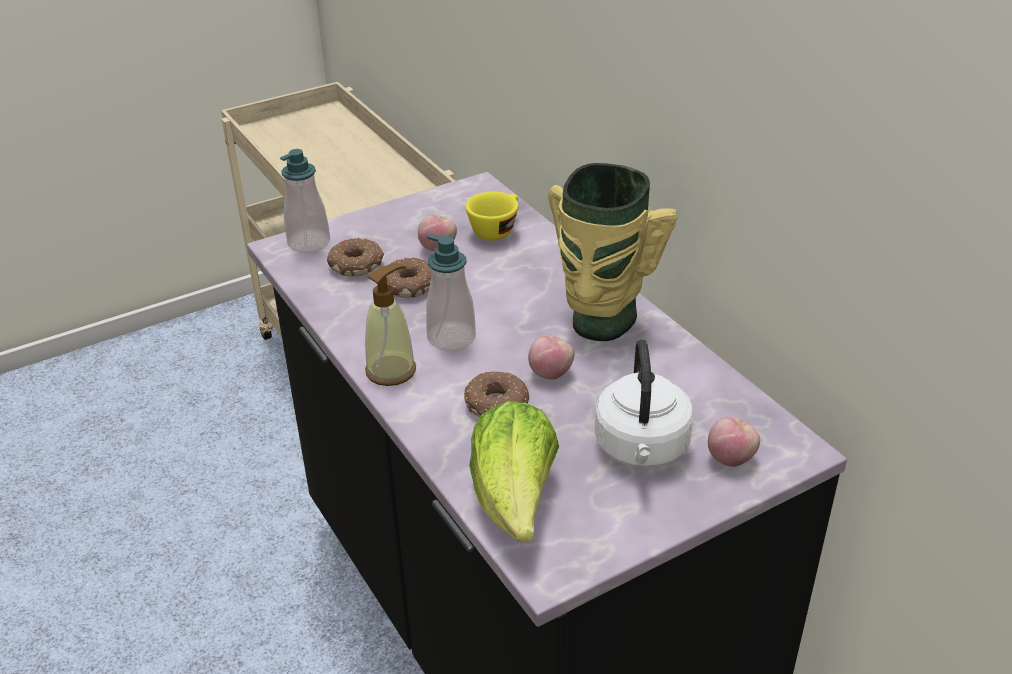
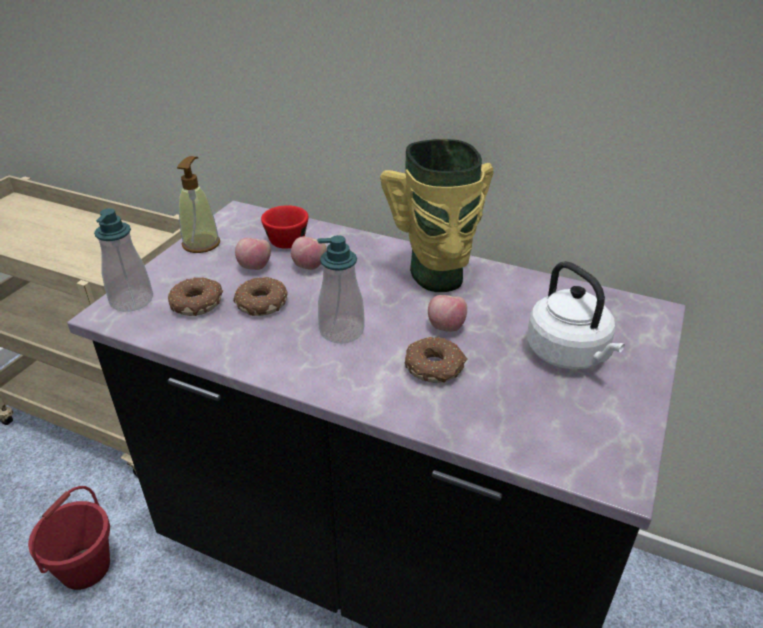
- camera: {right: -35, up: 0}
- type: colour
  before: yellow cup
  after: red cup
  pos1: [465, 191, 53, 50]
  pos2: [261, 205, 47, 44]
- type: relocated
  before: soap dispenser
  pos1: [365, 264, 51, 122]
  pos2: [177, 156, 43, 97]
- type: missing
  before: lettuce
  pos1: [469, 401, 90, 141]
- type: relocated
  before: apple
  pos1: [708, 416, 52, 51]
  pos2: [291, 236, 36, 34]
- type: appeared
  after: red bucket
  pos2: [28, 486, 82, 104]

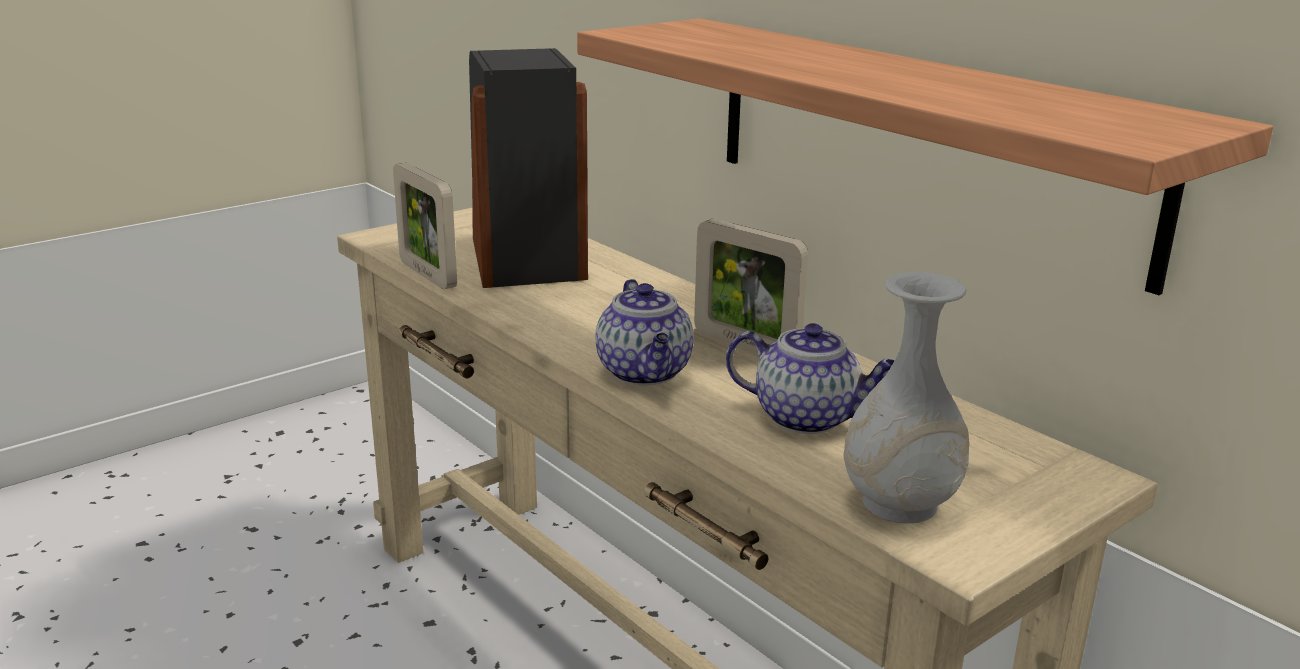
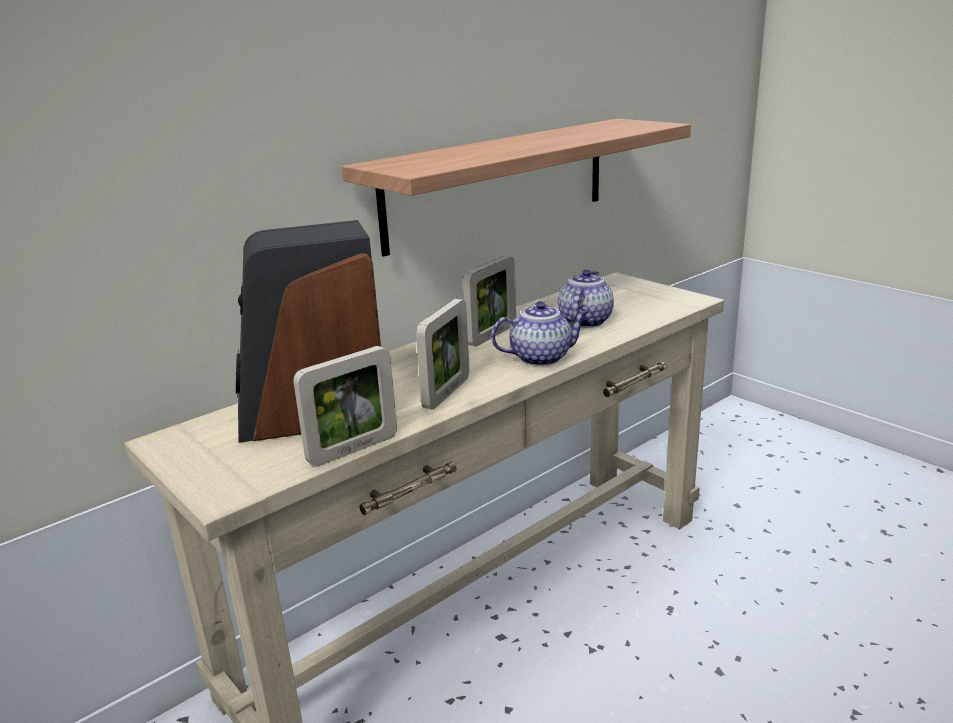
- camera: {right: -90, up: 0}
- type: missing
  before: white vase
  pos1: [843, 272, 126, 252]
- type: appeared
  after: picture frame
  pos2: [416, 299, 53, 111]

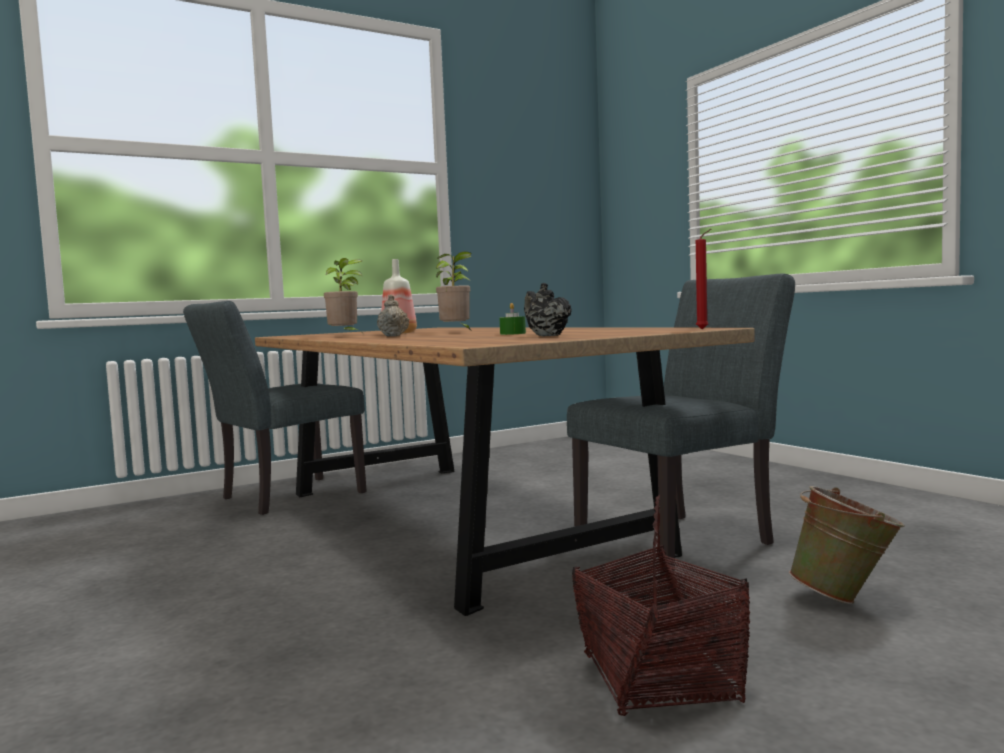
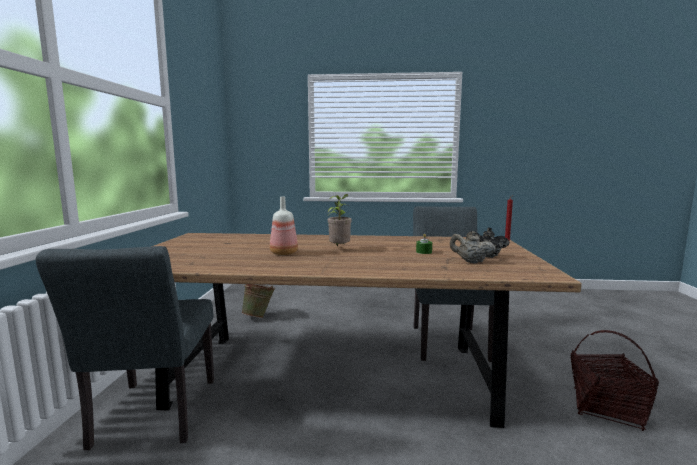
- camera: {right: -55, up: 5}
- type: missing
  before: potted plant
  pos1: [324, 258, 39, 73]
- type: relocated
  before: beige teapot
  pos1: [377, 295, 32, 42]
  pos2: [450, 231, 46, 33]
- type: relocated
  before: green bucket
  pos1: [789, 486, 116, 118]
  pos2: [241, 284, 35, 34]

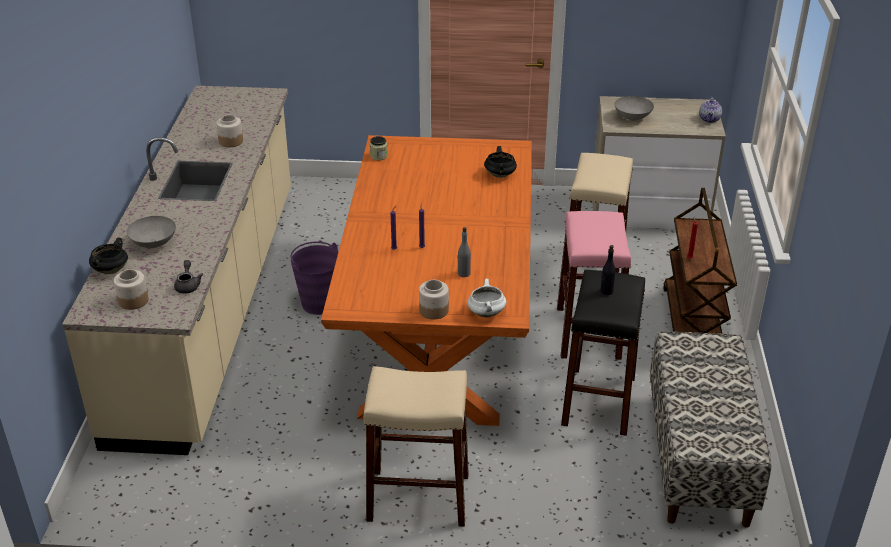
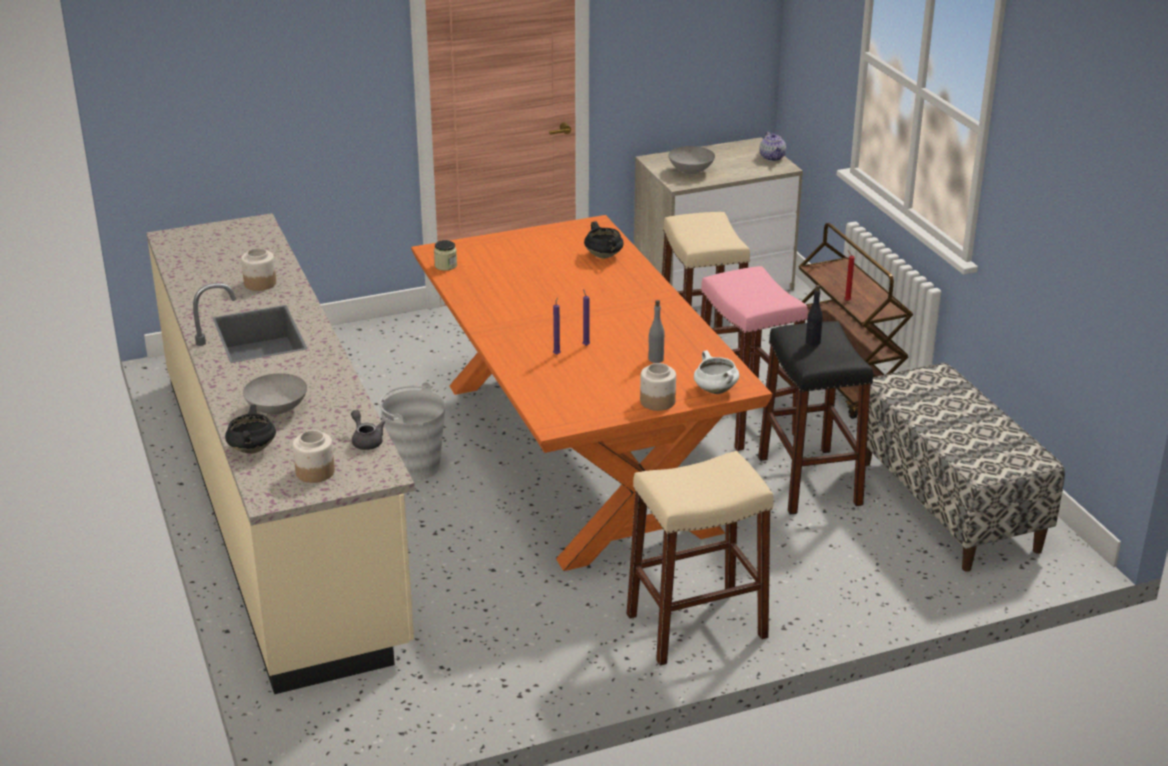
- camera: {right: -25, up: -5}
- type: colour
  before: purple bucket
  after: grey bucket
  pos1: [291, 241, 47, 74]
  pos2: [379, 382, 66, 98]

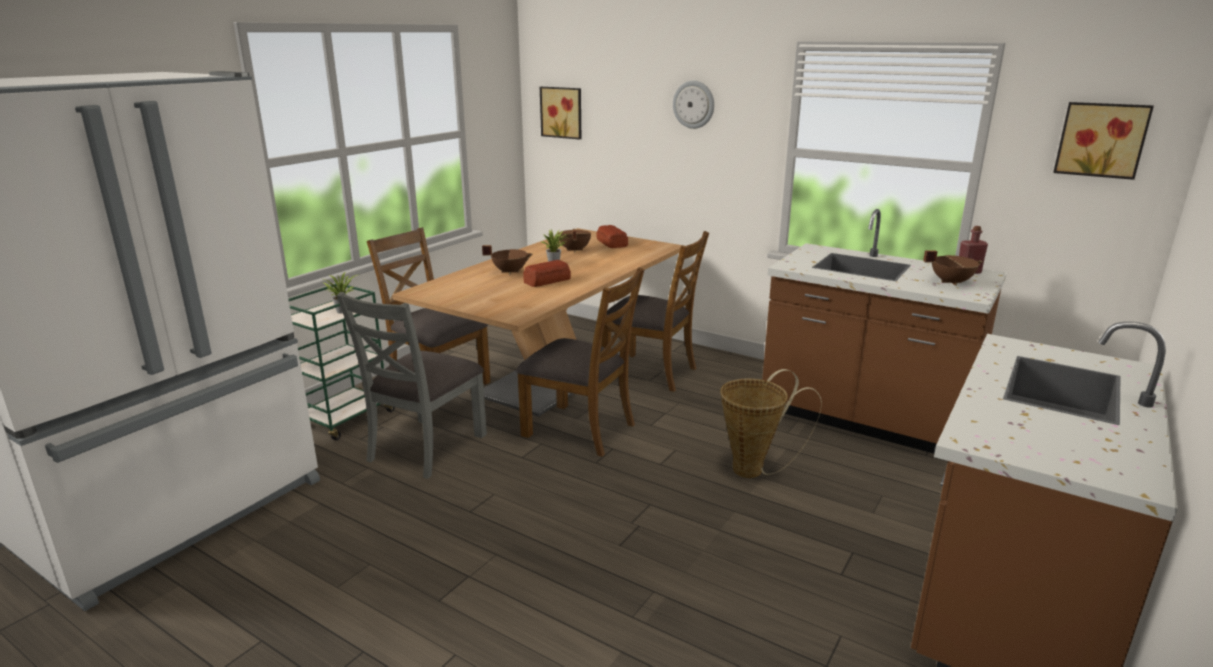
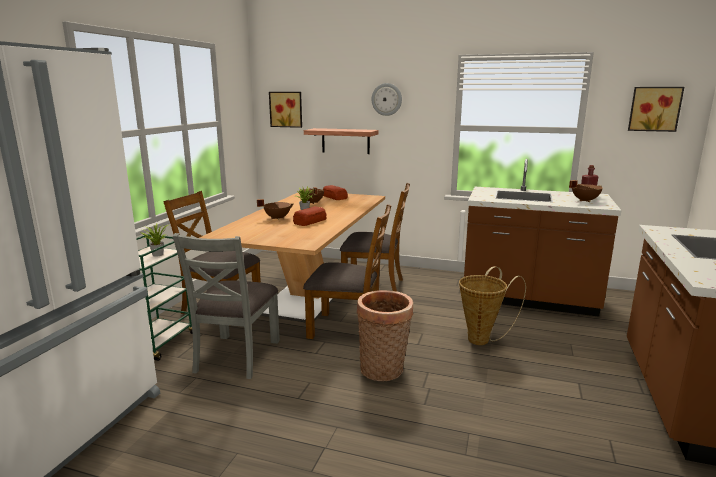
- camera: {right: -15, up: -5}
- type: appeared
  after: shelf
  pos2: [304, 128, 75, 26]
- type: appeared
  after: basket
  pos2: [356, 290, 57, 91]

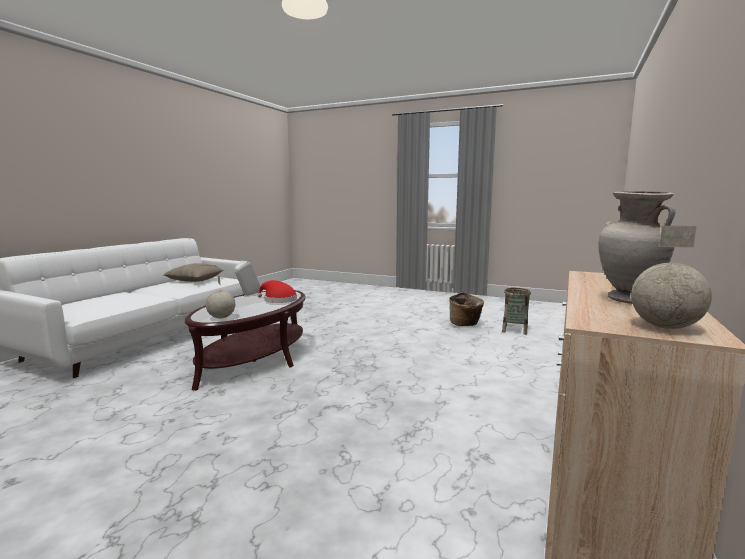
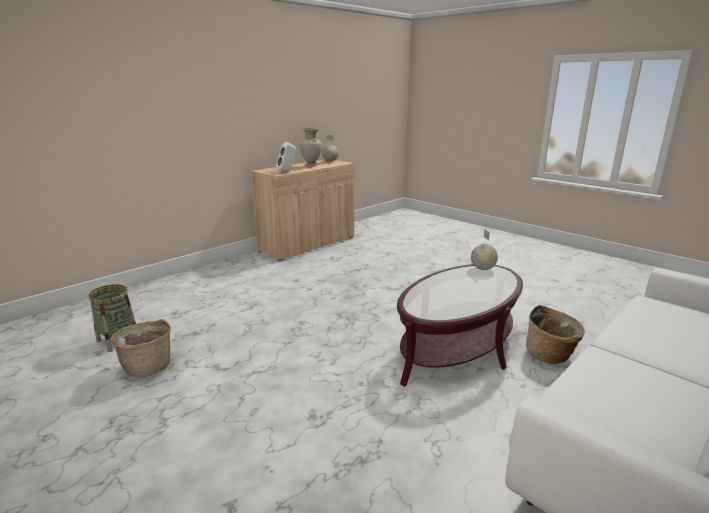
- camera: {right: -160, up: 10}
- type: relocated
  before: white speaker
  pos1: [234, 261, 26, 35]
  pos2: [276, 142, 20, 31]
- type: missing
  before: beige pillow
  pos1: [164, 263, 60, 19]
- type: missing
  before: red hat
  pos1: [257, 280, 40, 23]
- type: appeared
  after: basket
  pos2: [526, 305, 59, 59]

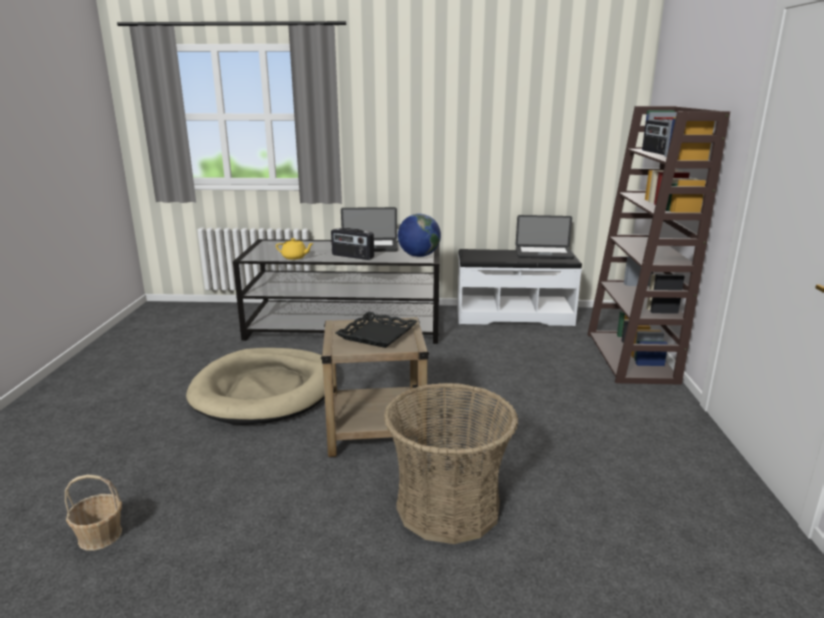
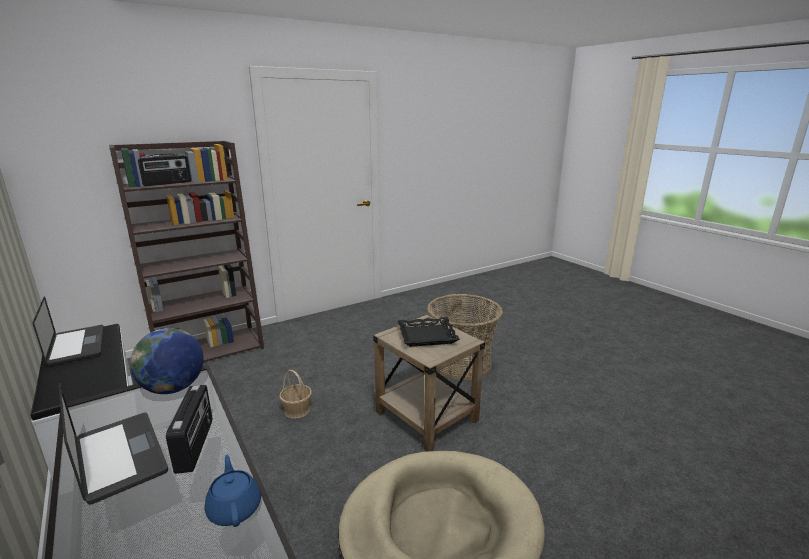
- camera: {right: -125, up: 0}
- type: colour
  before: yellow teapot
  after: blue teapot
  pos1: [276, 238, 38, 22]
  pos2: [204, 455, 57, 72]
- type: relocated
  before: basket
  pos1: [65, 475, 57, 76]
  pos2: [279, 370, 33, 49]

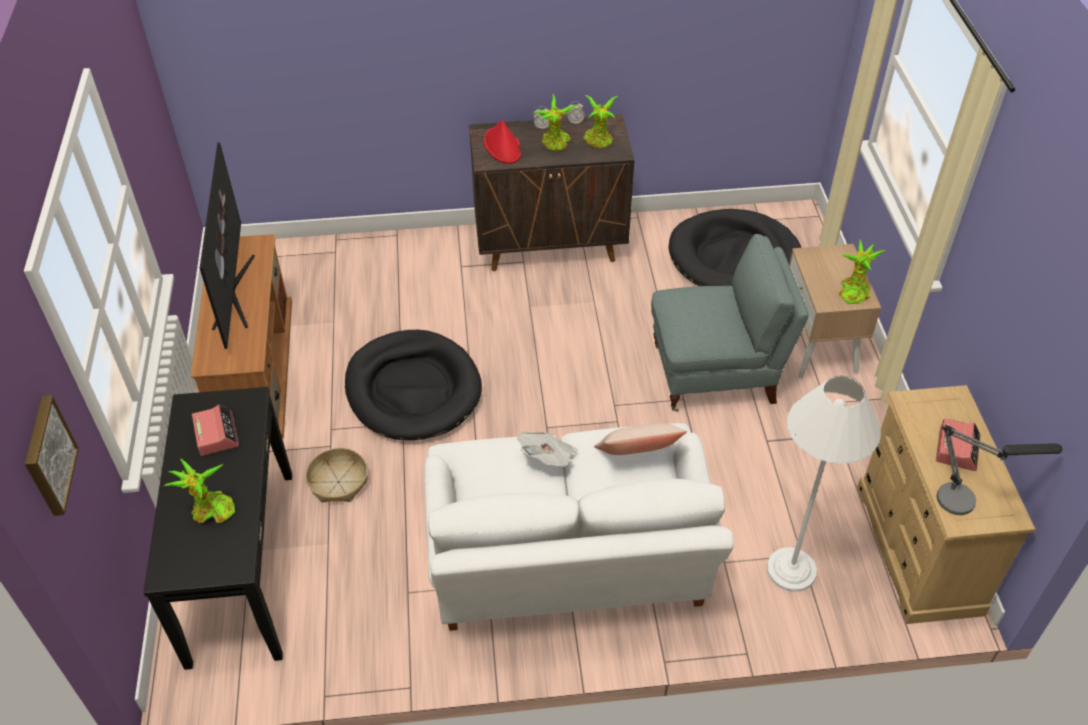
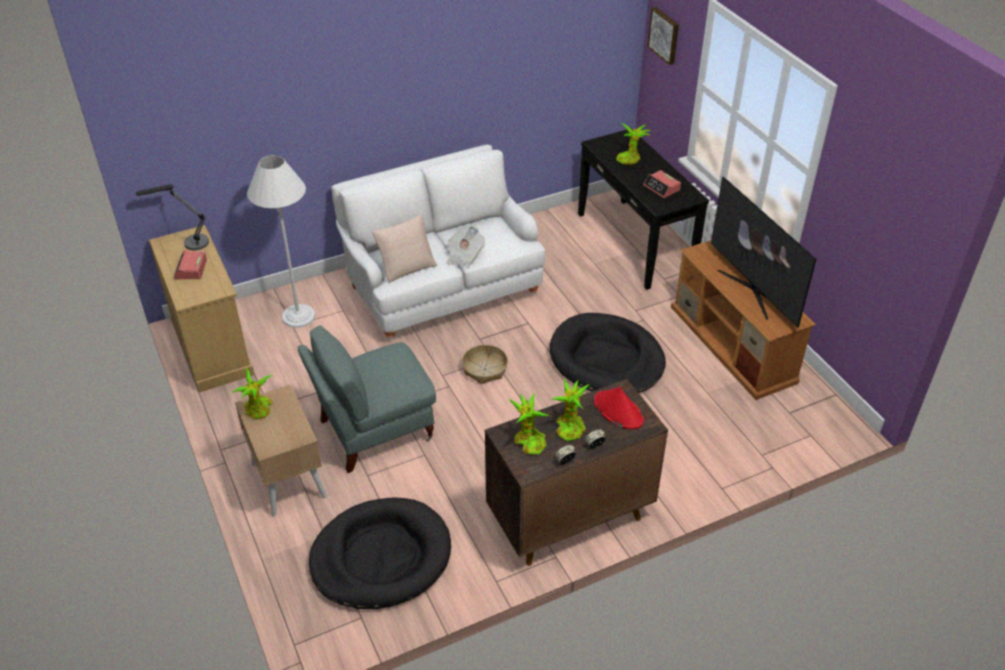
- camera: {right: 160, up: -5}
- type: relocated
  before: basket
  pos1: [305, 448, 62, 54]
  pos2: [462, 345, 46, 39]

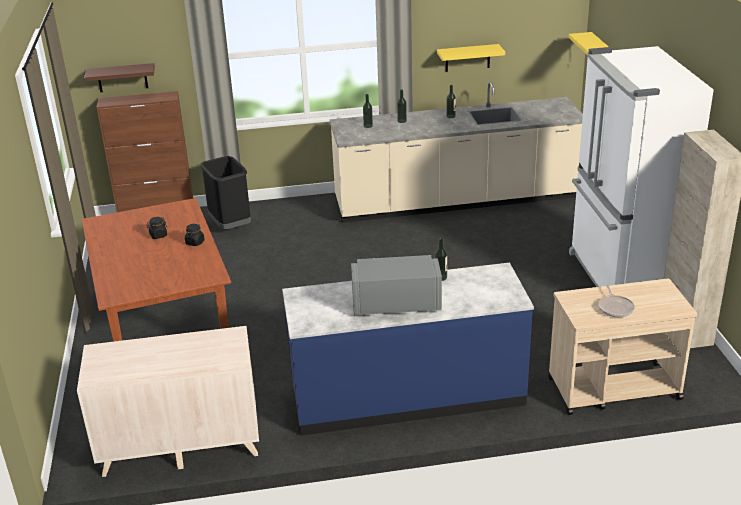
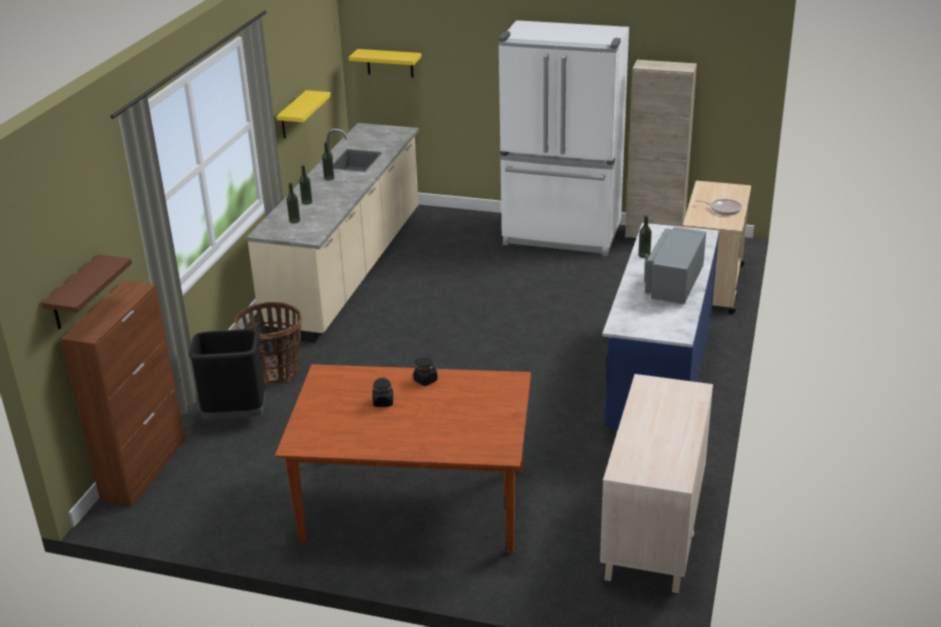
- camera: {right: -65, up: 0}
- type: appeared
  after: basket
  pos2: [235, 302, 67, 82]

